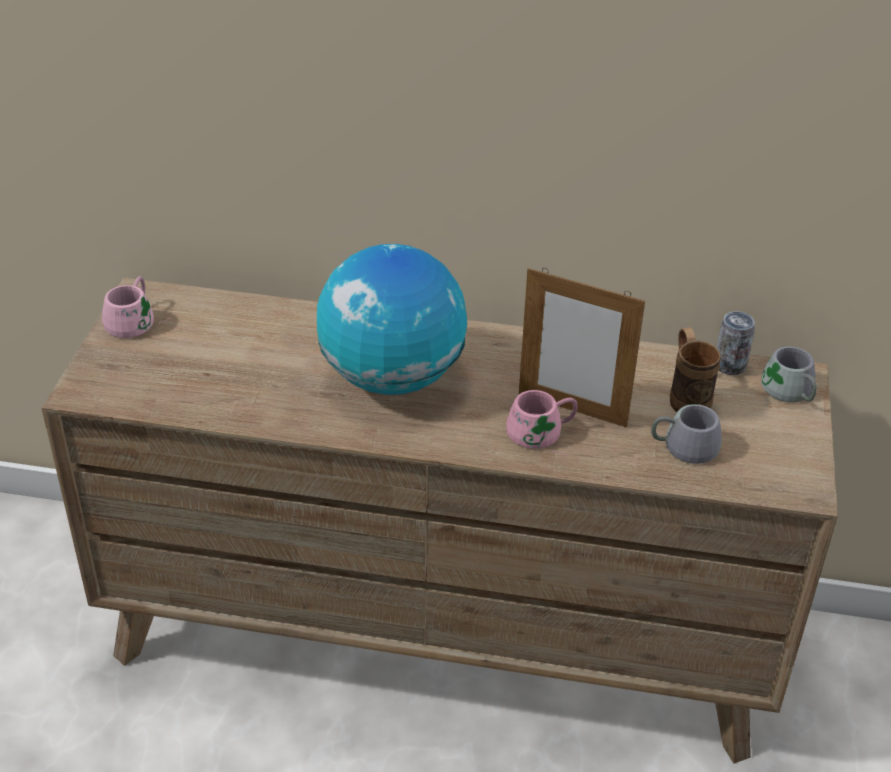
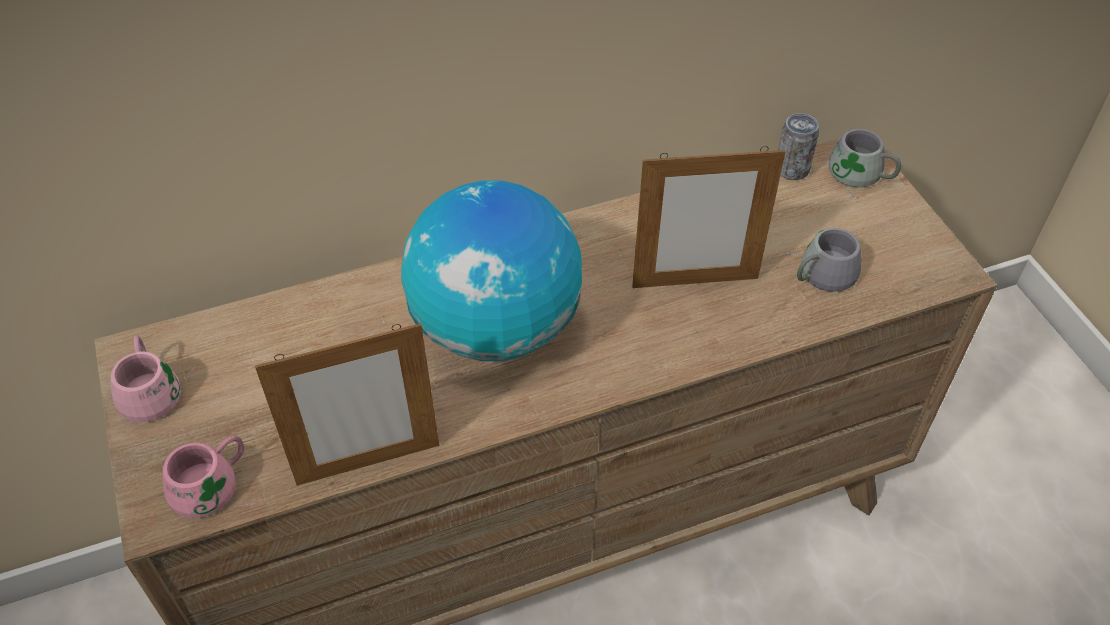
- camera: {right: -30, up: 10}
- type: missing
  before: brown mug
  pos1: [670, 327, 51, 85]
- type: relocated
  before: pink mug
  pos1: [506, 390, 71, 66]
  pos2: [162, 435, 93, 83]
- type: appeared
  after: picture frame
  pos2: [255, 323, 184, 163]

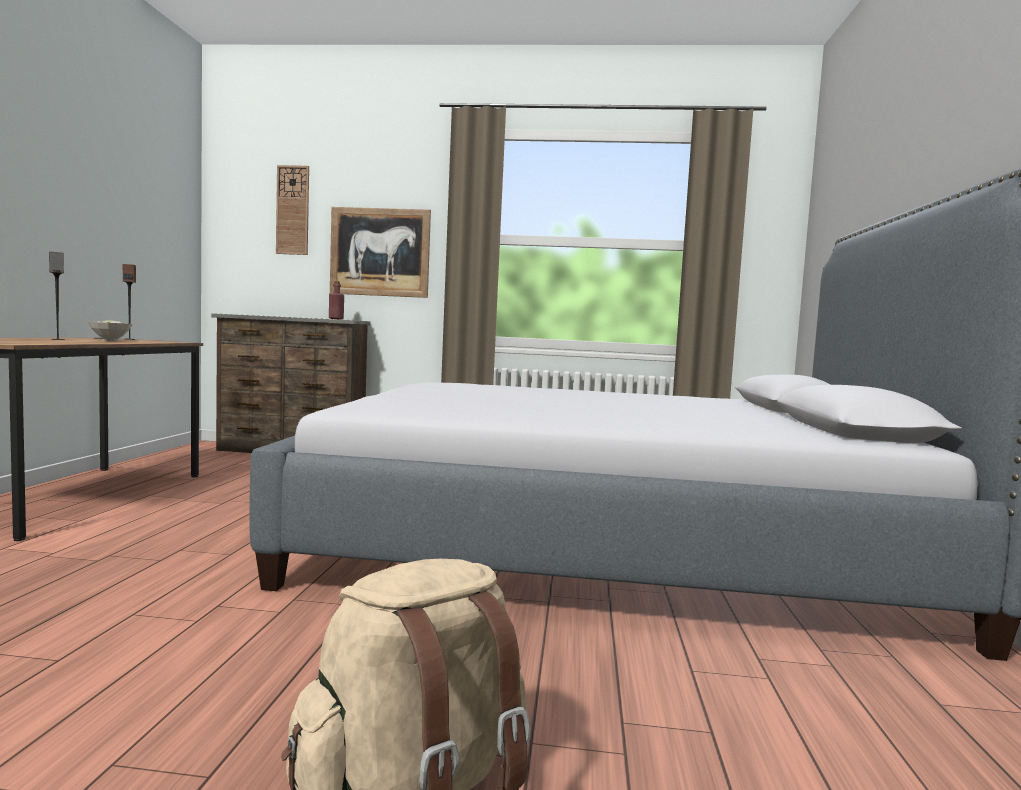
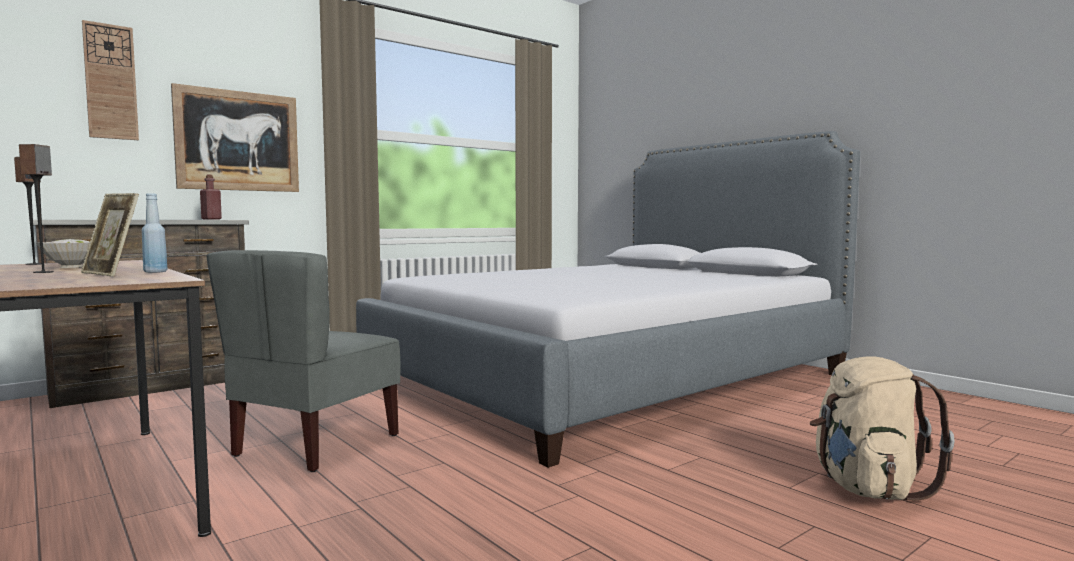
- camera: {right: -45, up: 0}
- type: appeared
  after: picture frame
  pos2: [81, 193, 58, 84]
- type: appeared
  after: blue bottle
  pos2: [142, 193, 26, 80]
- type: appeared
  after: grey chair
  pos2: [206, 250, 195, 222]

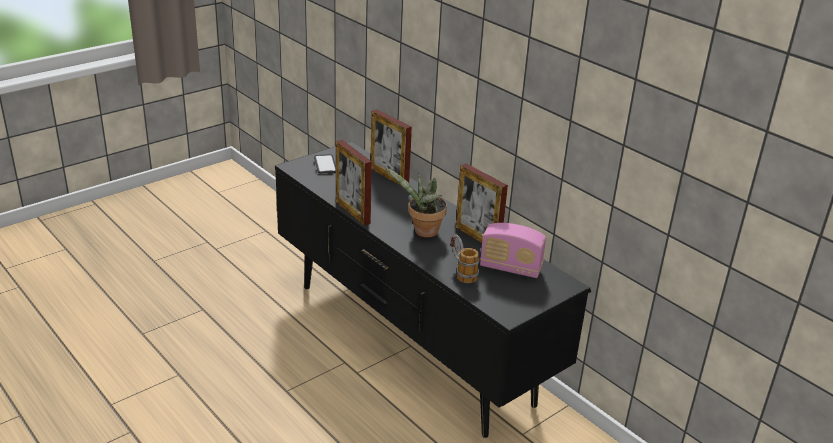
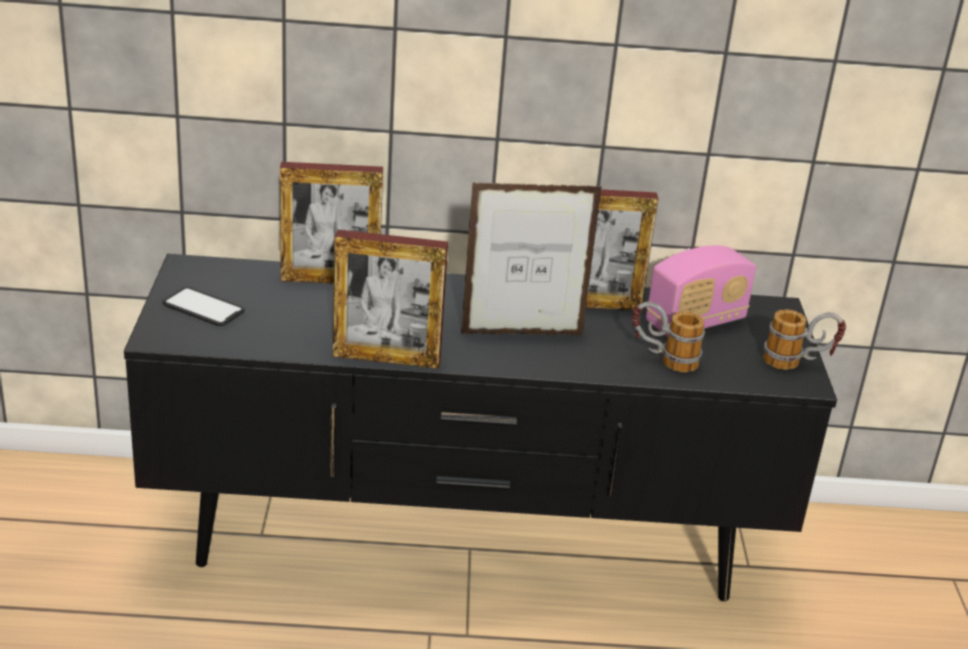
- camera: {right: -50, up: 0}
- type: exchanged
  before: potted plant
  after: picture frame
  pos1: [384, 166, 63, 71]
  pos2: [461, 183, 141, 152]
- type: appeared
  after: mug
  pos2: [763, 309, 83, 61]

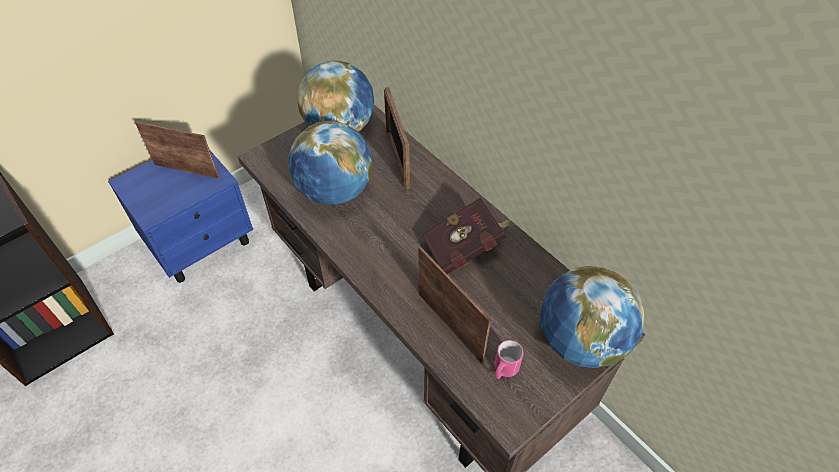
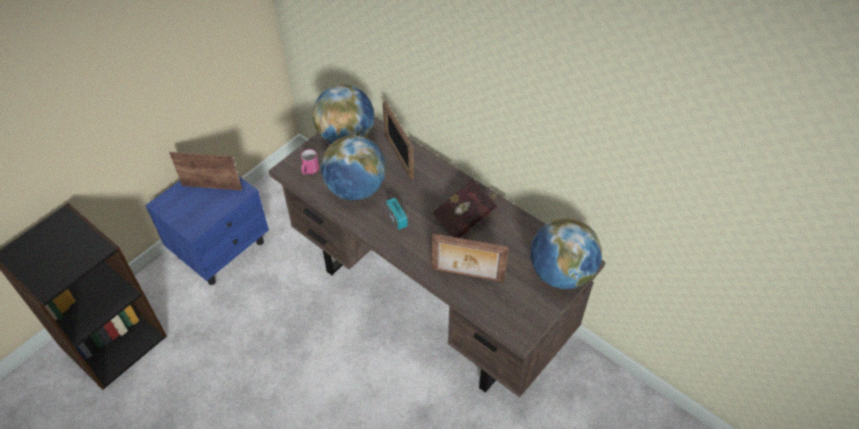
- camera: {right: -10, up: 0}
- type: spun
  before: picture frame
  pos1: [418, 247, 73, 117]
  pos2: [431, 233, 78, 50]
  turn: 150
- type: relocated
  before: pink mug
  pos1: [494, 340, 29, 39]
  pos2: [301, 149, 18, 26]
- type: appeared
  after: radio
  pos2: [386, 193, 22, 37]

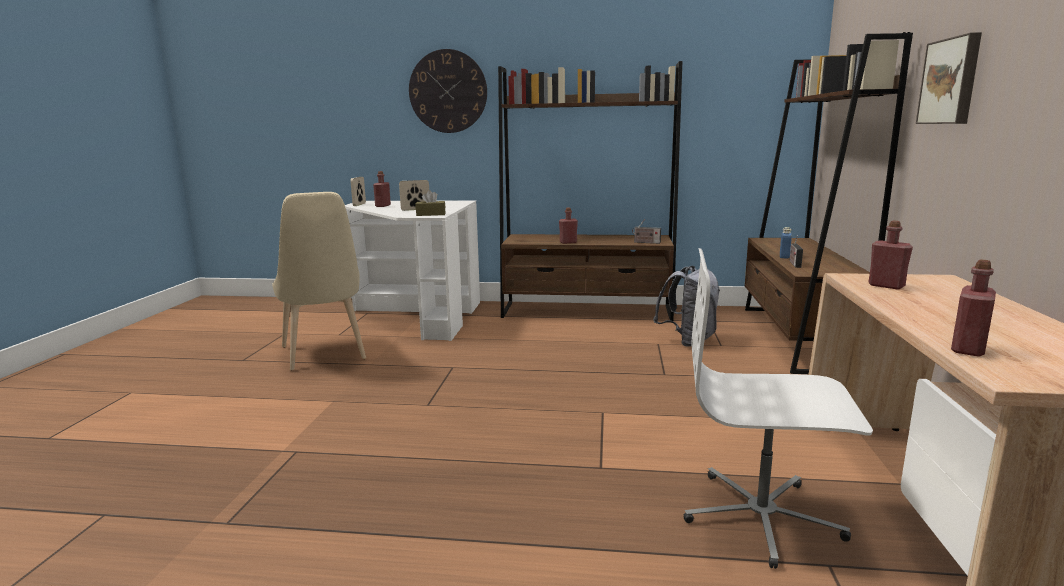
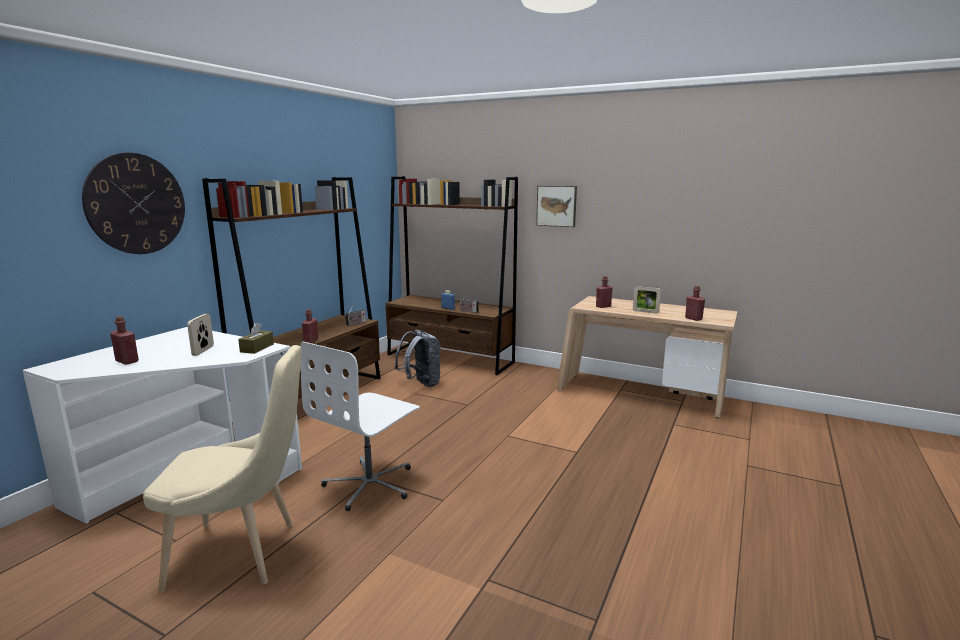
- camera: {right: -70, up: 0}
- type: relocated
  before: picture frame
  pos1: [350, 177, 16, 29]
  pos2: [633, 286, 28, 28]
- type: relocated
  before: white office chair
  pos1: [684, 248, 189, 321]
  pos2: [300, 342, 120, 169]

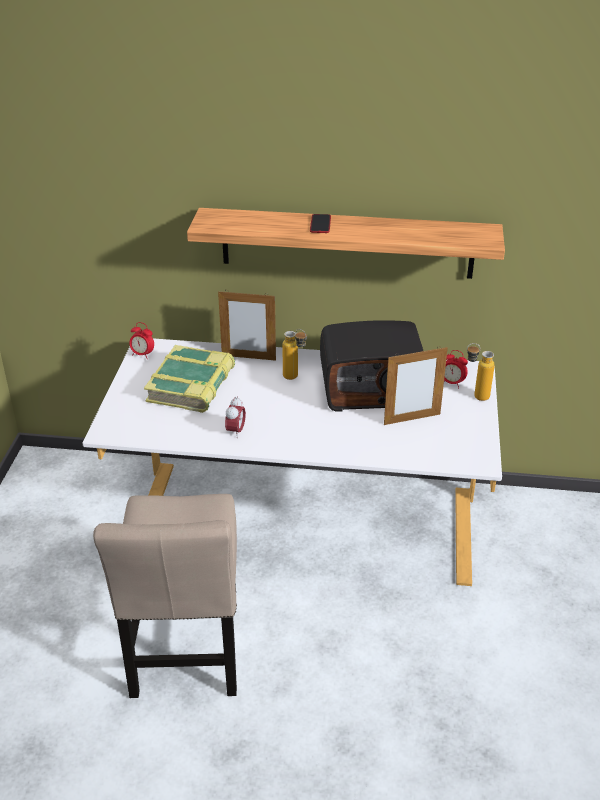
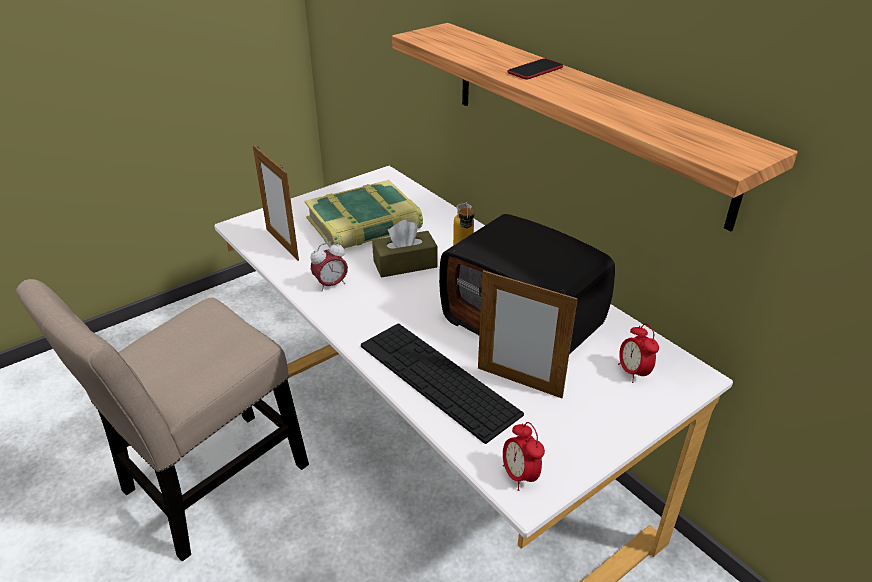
- camera: {right: 45, up: 0}
- type: relocated
  before: picture frame
  pos1: [218, 291, 58, 70]
  pos2: [253, 145, 46, 116]
- type: relocated
  before: alarm clock
  pos1: [129, 322, 25, 37]
  pos2: [503, 422, 42, 69]
- type: missing
  before: bottle
  pos1: [467, 343, 28, 58]
- type: appeared
  after: brown tissue box
  pos2: [372, 220, 66, 58]
- type: appeared
  after: keyboard
  pos2: [361, 323, 163, 121]

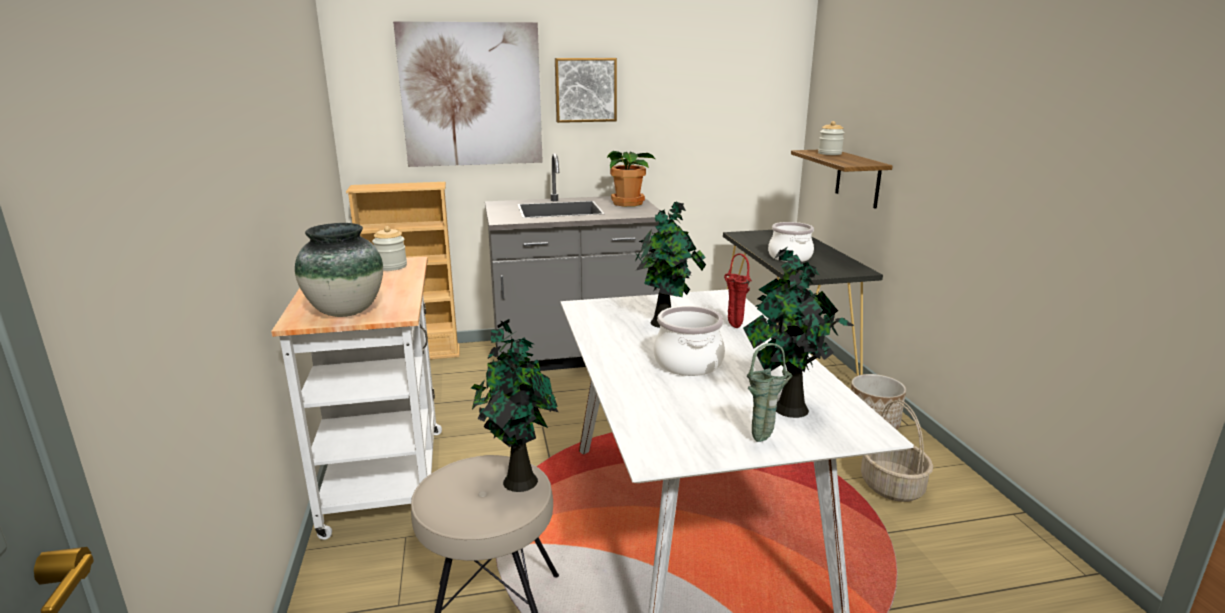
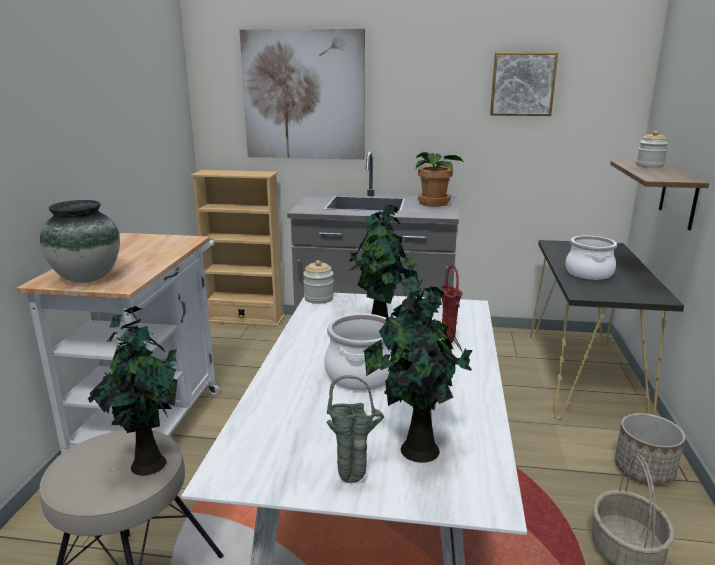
- camera: {right: 20, up: 0}
- type: relocated
  before: picture
  pos1: [555, 58, 62, 65]
  pos2: [490, 52, 68, 64]
- type: relocated
  before: jar
  pos1: [372, 226, 35, 45]
  pos2: [303, 260, 31, 44]

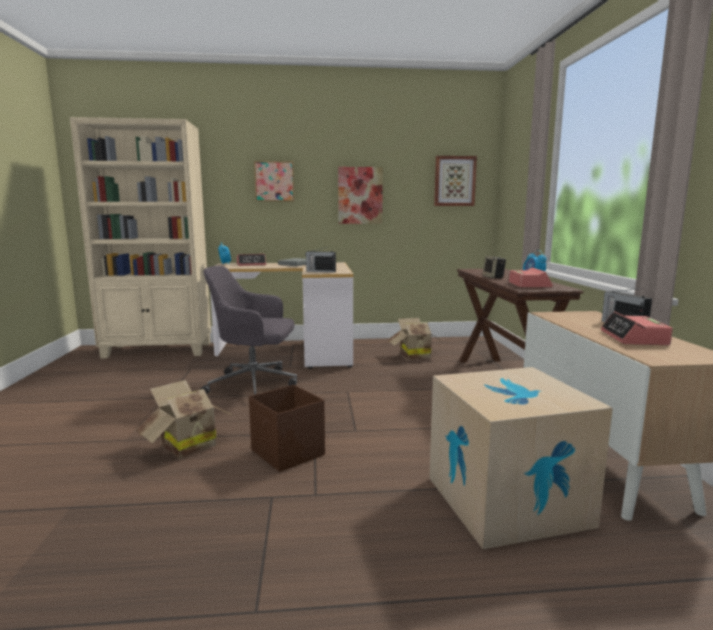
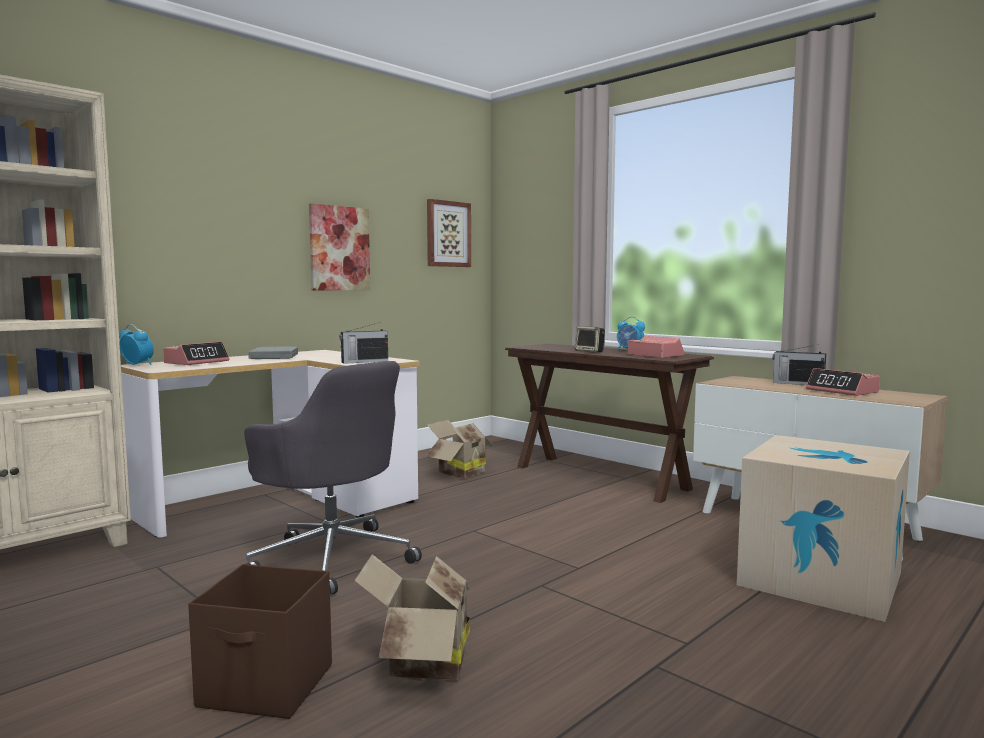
- camera: {right: -40, up: -5}
- type: missing
  before: picture
  pos1: [254, 161, 41, 41]
- type: spun
  before: grey office chair
  pos1: [200, 266, 97, 129]
  pos2: [244, 361, 178, 233]
  turn: -105
- type: relocated
  before: brown storage box
  pos1: [249, 385, 76, 87]
  pos2: [188, 564, 144, 155]

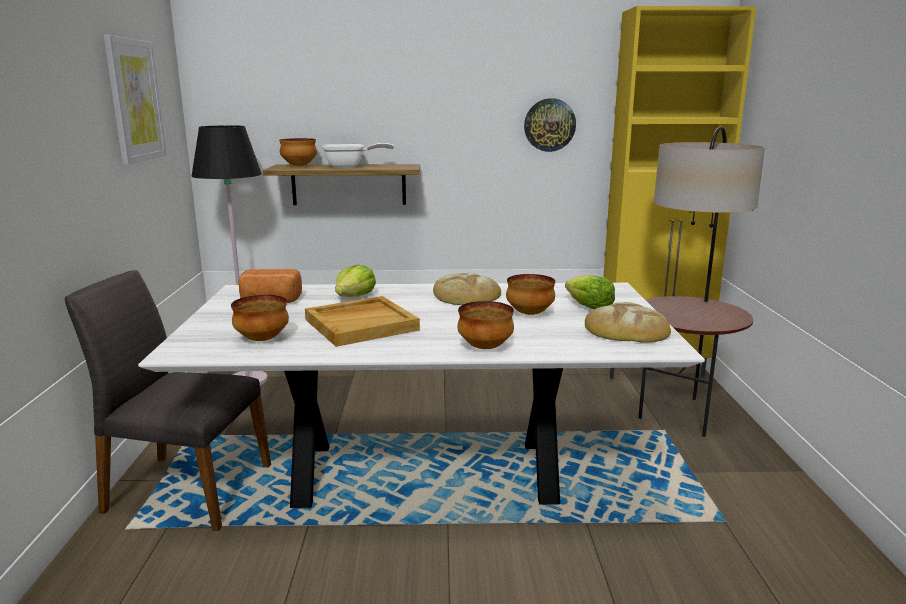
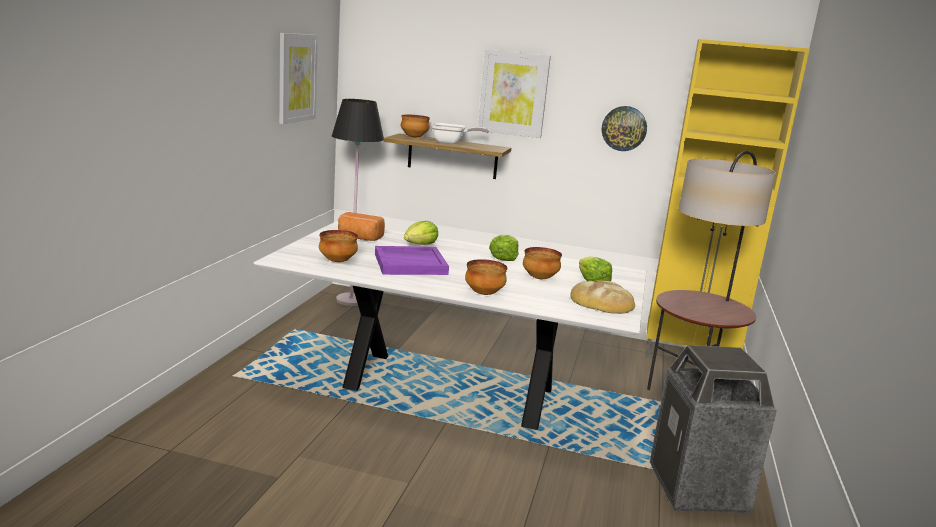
- camera: {right: 15, up: 0}
- type: missing
  before: grey chair
  pos1: [64, 270, 207, 261]
- type: exchanged
  before: bread
  after: lettuce
  pos1: [433, 273, 68, 32]
  pos2: [489, 235, 30, 26]
- type: colour
  before: beige tray
  after: purple tray
  pos1: [305, 296, 115, 51]
  pos2: [375, 246, 74, 29]
- type: appeared
  after: picture
  pos2: [478, 50, 73, 88]
- type: appeared
  after: trash can
  pos2: [650, 345, 126, 168]

